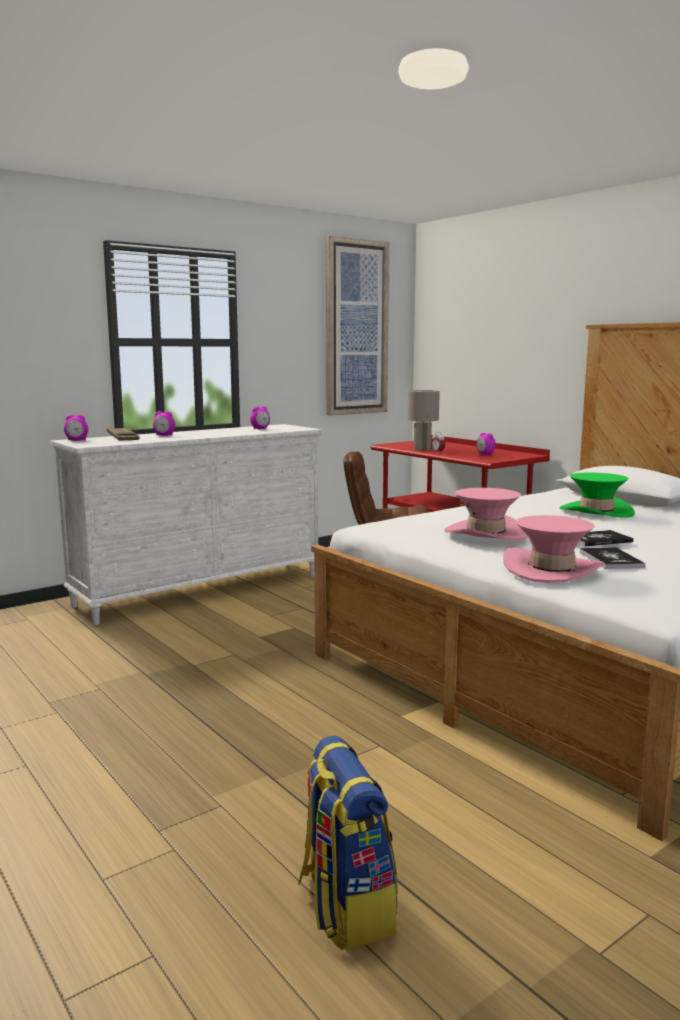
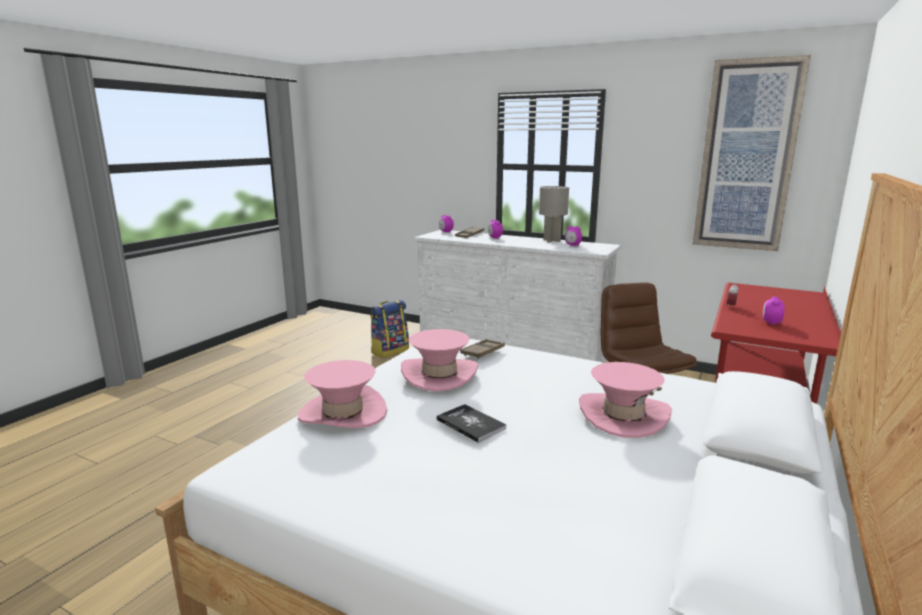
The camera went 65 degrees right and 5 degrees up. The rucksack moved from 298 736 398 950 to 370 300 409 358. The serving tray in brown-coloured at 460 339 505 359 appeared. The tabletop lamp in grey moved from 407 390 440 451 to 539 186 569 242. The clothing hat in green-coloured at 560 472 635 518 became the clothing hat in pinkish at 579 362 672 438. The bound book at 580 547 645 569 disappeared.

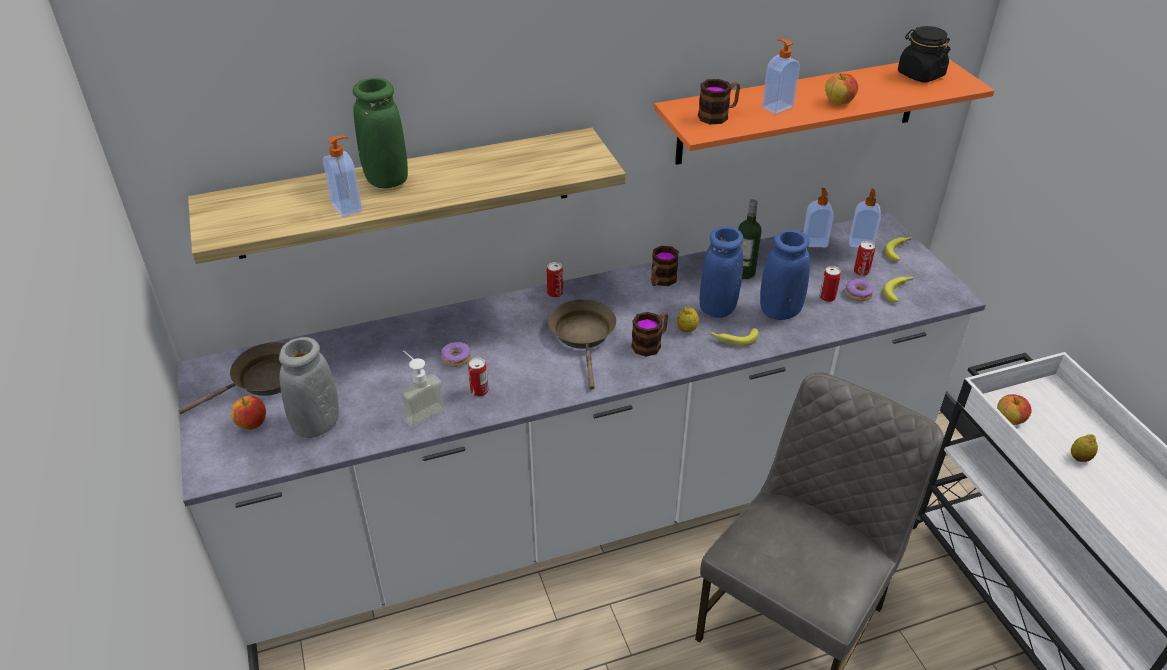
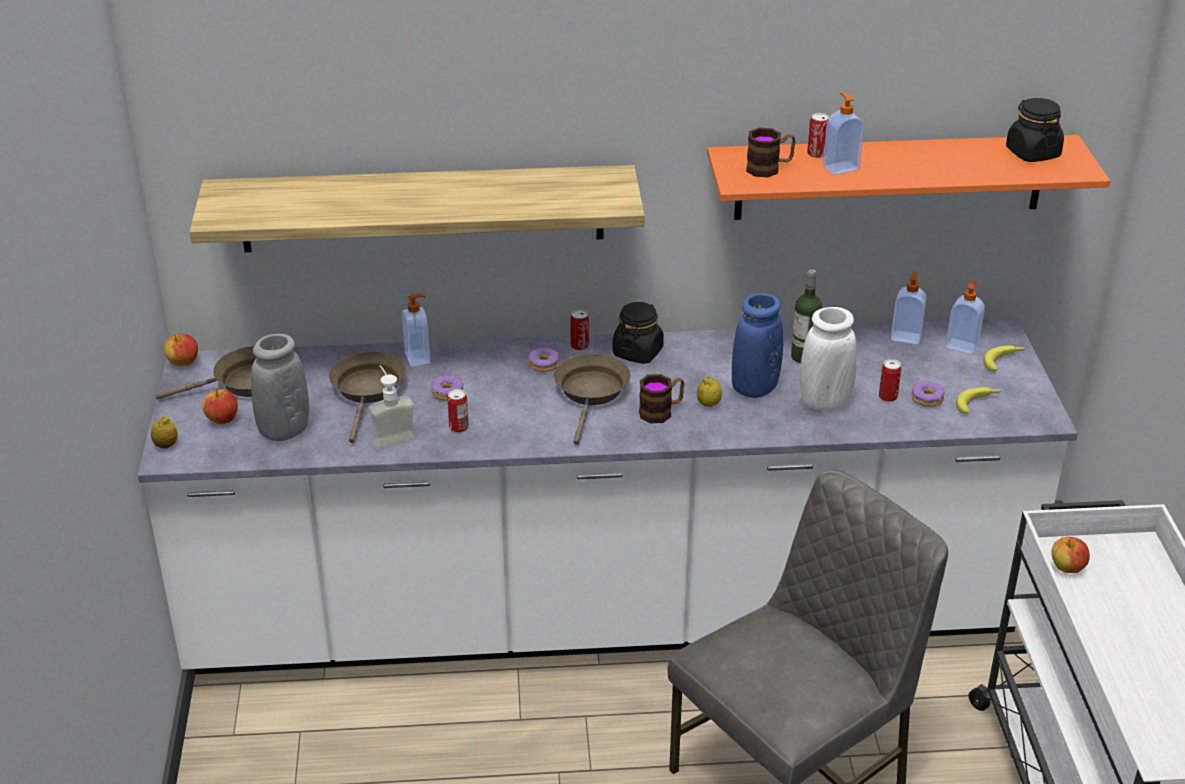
The camera went 15 degrees right and 5 degrees down. The lemon moved from 1071 434 1098 462 to 151 416 178 449. The apple fruit moved from 825 73 858 104 to 164 334 198 366. The frying pan in brown-coloured at 329 351 406 443 appeared. The liquid soap bottle moved from 323 136 362 217 to 402 294 430 367. The doughnut at 528 347 559 372 appeared. The storage jar in black-coloured at 612 302 664 364 appeared. The flower vase in bluish at 760 230 810 320 became the flower vase in white at 800 307 857 411. The sealed can moved from 854 241 875 276 to 807 113 829 158. The flower vase in green-coloured at 353 78 408 188 disappeared. The coffee mug at 651 246 679 286 disappeared. The whole banana at 709 328 759 346 disappeared.

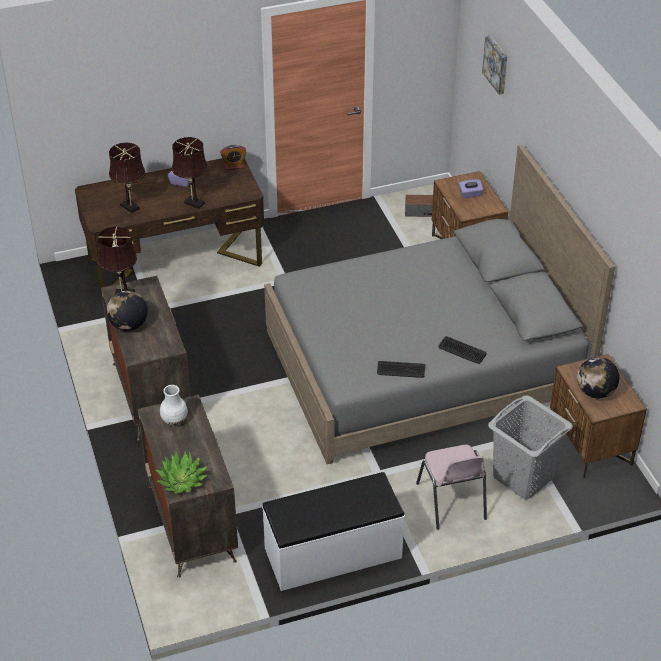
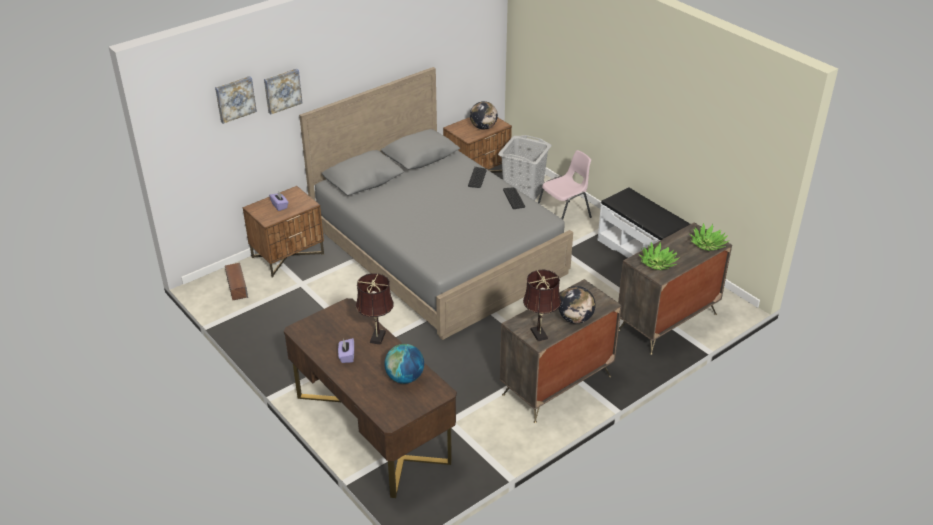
The camera went 110 degrees left and 5 degrees down. The picture at 264 68 302 115 appeared. The tabletop lamp in brown-coloured at 109 142 145 214 was replaced by the world globe at 384 344 424 384. The flower vase in white at 160 385 188 426 was replaced by the plant in a pot at 638 242 680 270. The table clock at 220 145 247 170 disappeared.

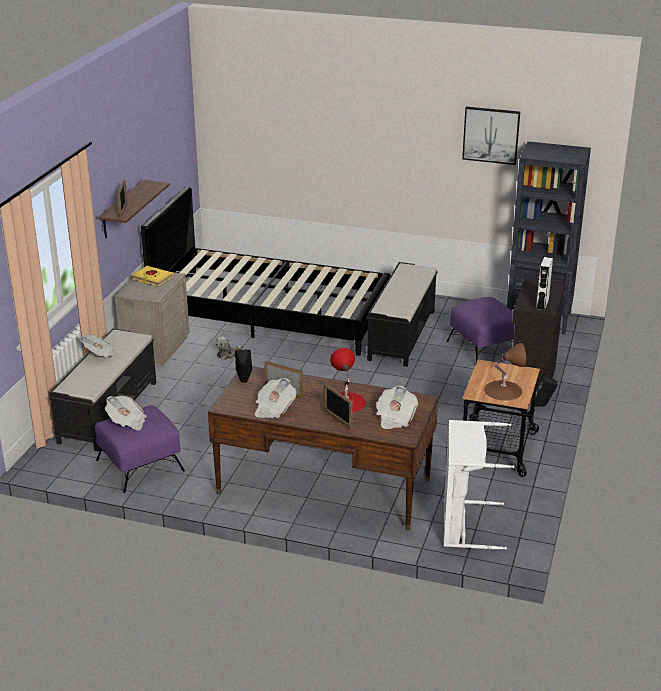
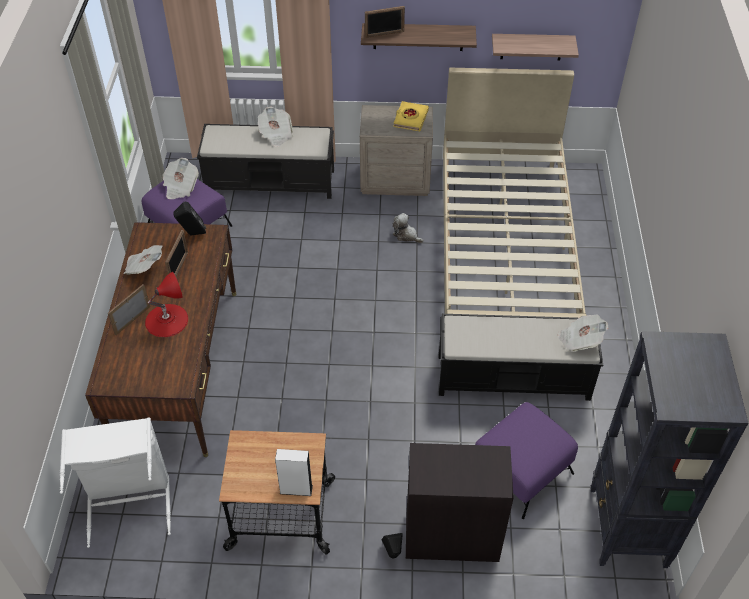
The camera went 75 degrees right and 20 degrees up. The speaker in white moved from 536 257 553 310 to 275 449 313 496. The sleeping bed in black-coloured at 141 187 390 356 became the sleeping bed in beige at 443 68 587 318. The wall shelf at 492 34 579 61 appeared. The daily paper moved from 376 386 418 429 to 557 314 608 352. The picture at 462 107 520 165 disappeared. The tabletop lamp in brown-coloured at 484 343 526 401 disappeared.

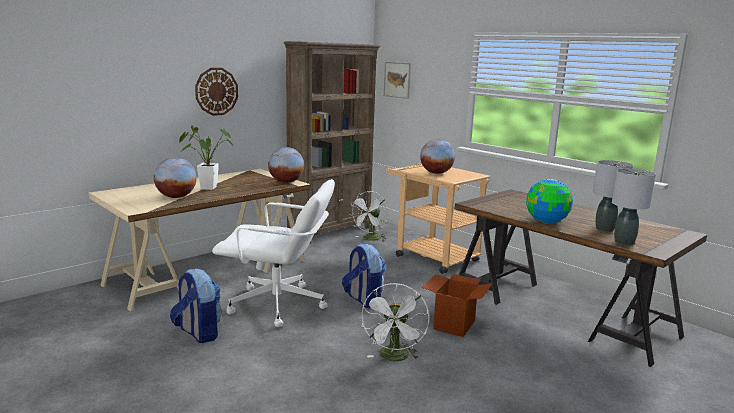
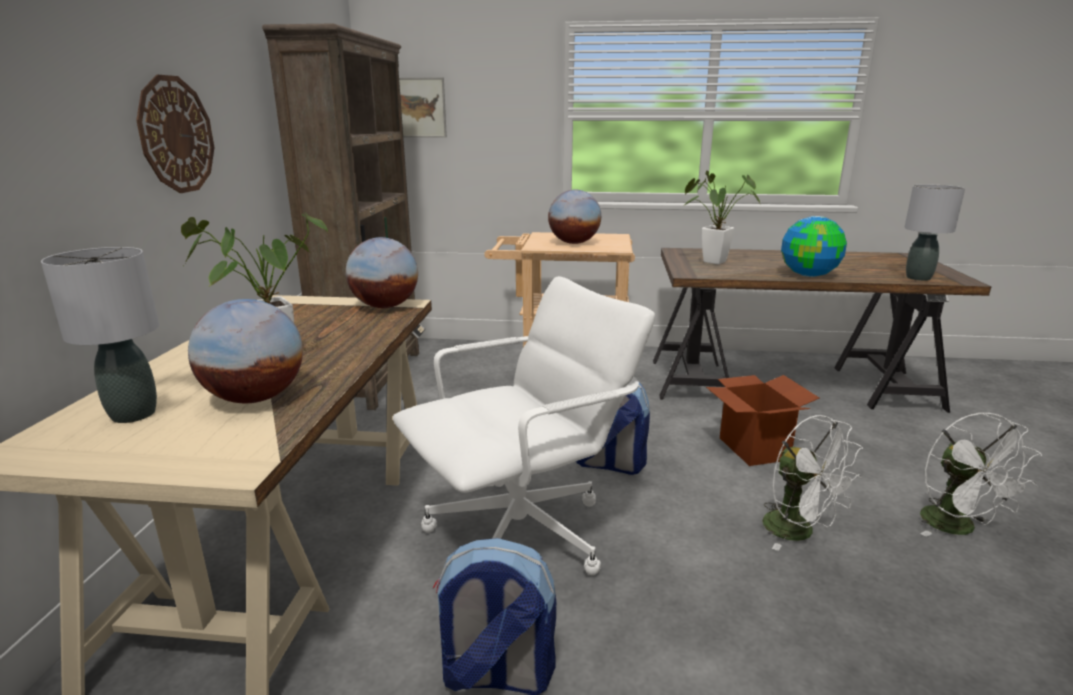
The camera went 40 degrees left and 5 degrees up. The tabletop lamp in grey moved from 593 160 633 232 to 41 247 159 423. The plant in a pot at 685 171 761 264 appeared. The cooling fan in white moved from 349 191 388 242 to 920 412 1042 537.

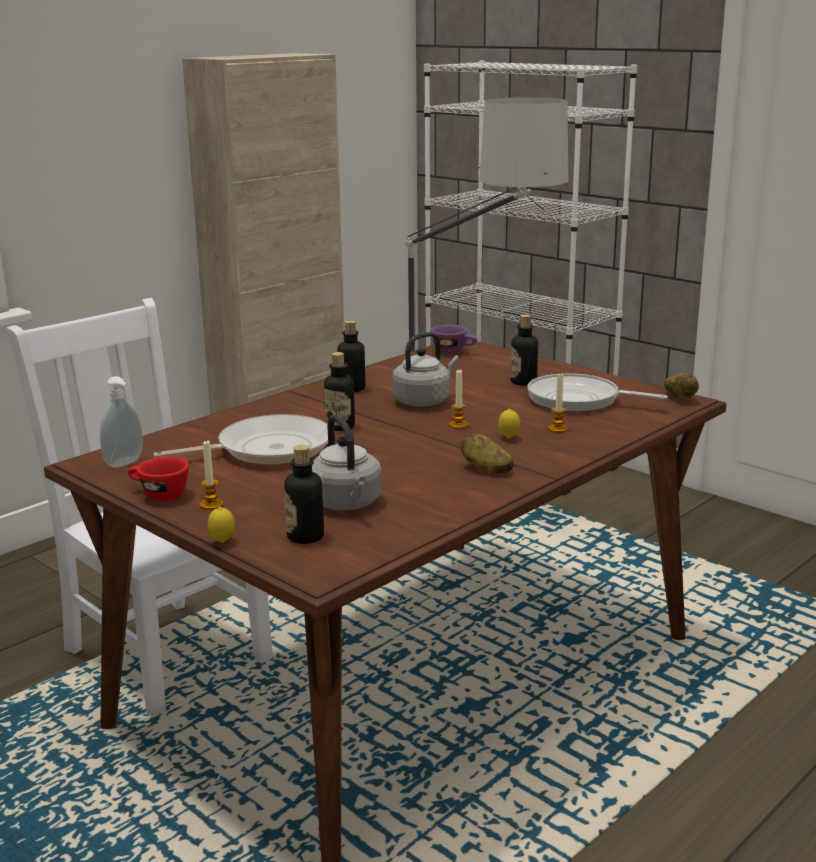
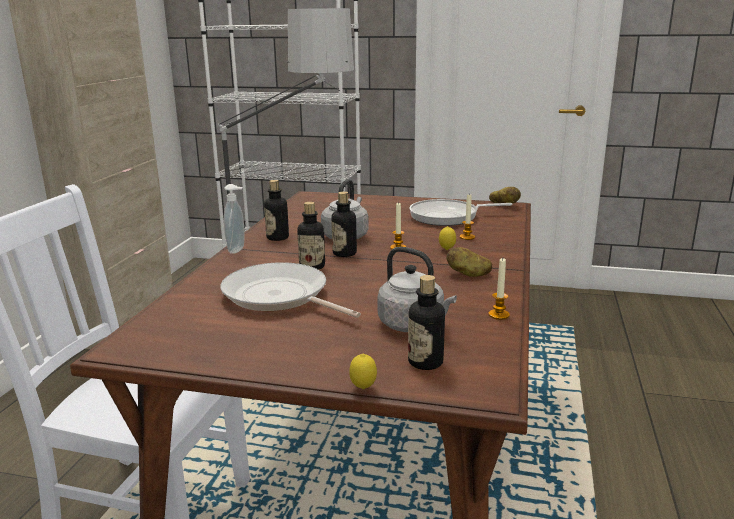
The camera went 30 degrees left and 0 degrees up. The frying pan at 153 414 328 465 turned 90 degrees counterclockwise. The liquid soap bottle moved from 100 376 143 468 to 224 184 244 254. The bottle moved from 510 314 538 386 to 331 192 357 257. The wax candle moved from 200 440 224 510 to 489 258 510 320. The small cup in red at 128 456 189 501 disappeared. The small cup in purplish at 431 325 477 354 disappeared.

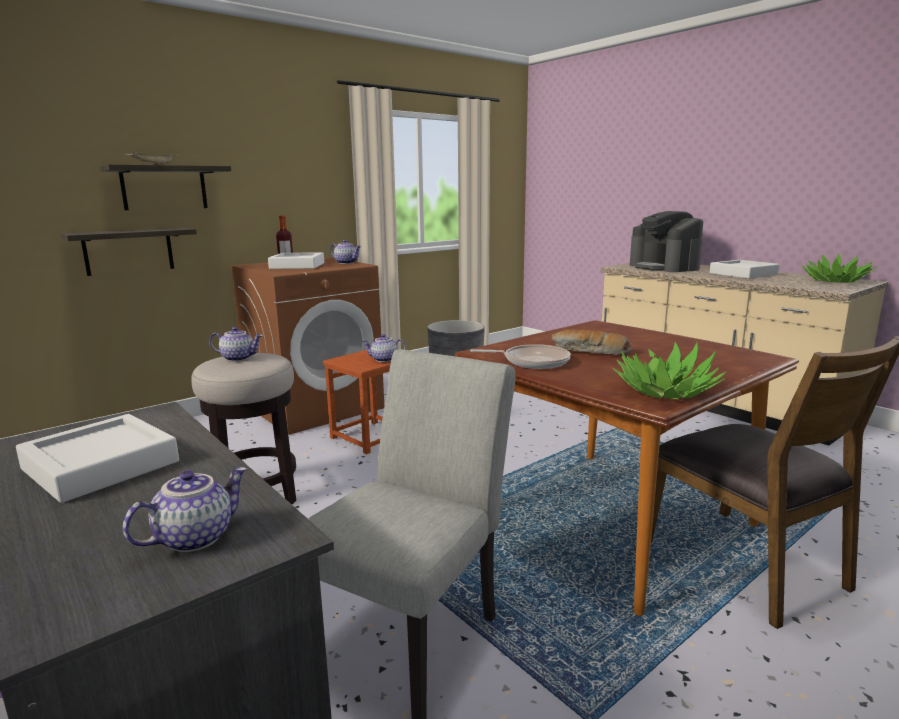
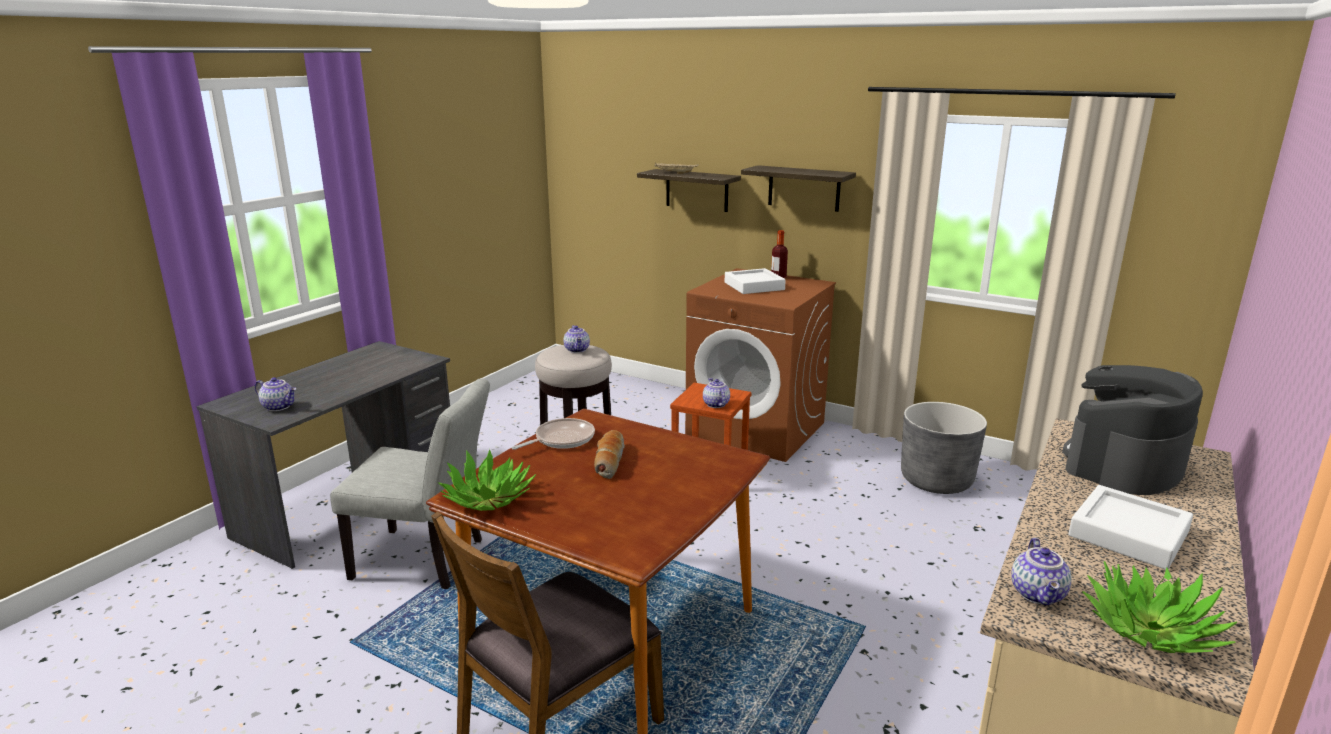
The camera went 70 degrees right and 5 degrees up. The frying pan at 470 344 571 369 turned 120 degrees counterclockwise. The wall shelf moved from 60 228 197 276 to 741 165 856 212. The teapot moved from 330 240 361 264 to 1011 538 1072 606. The serving tray in white at 16 414 179 503 disappeared.

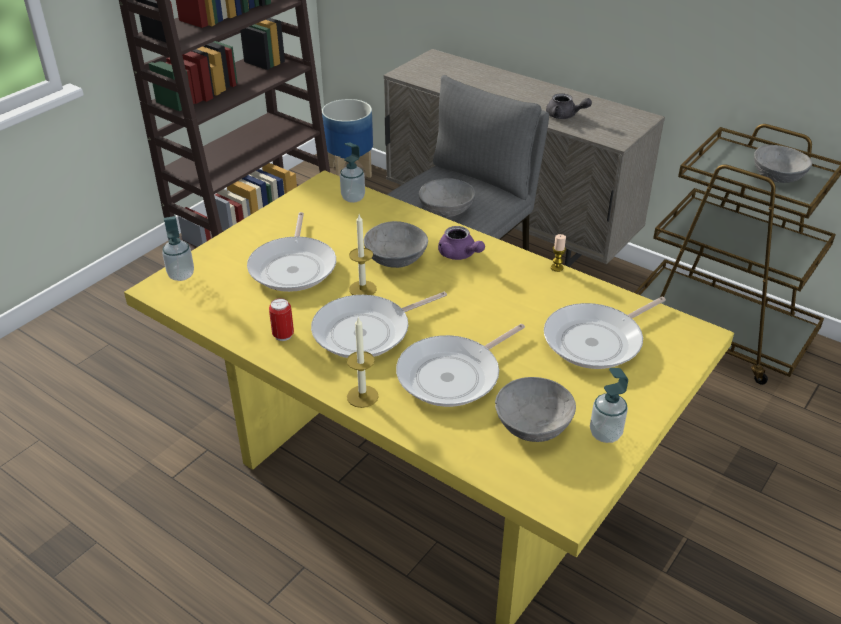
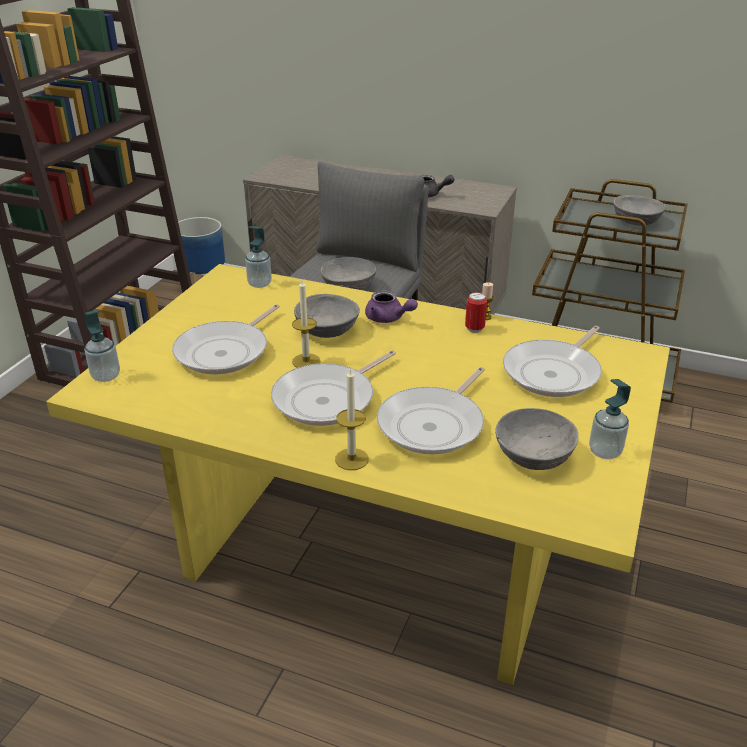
The camera went 15 degrees left and 5 degrees down. The frying pan at 247 212 336 292 turned 45 degrees clockwise. The sealed can moved from 269 298 294 341 to 465 292 487 333.

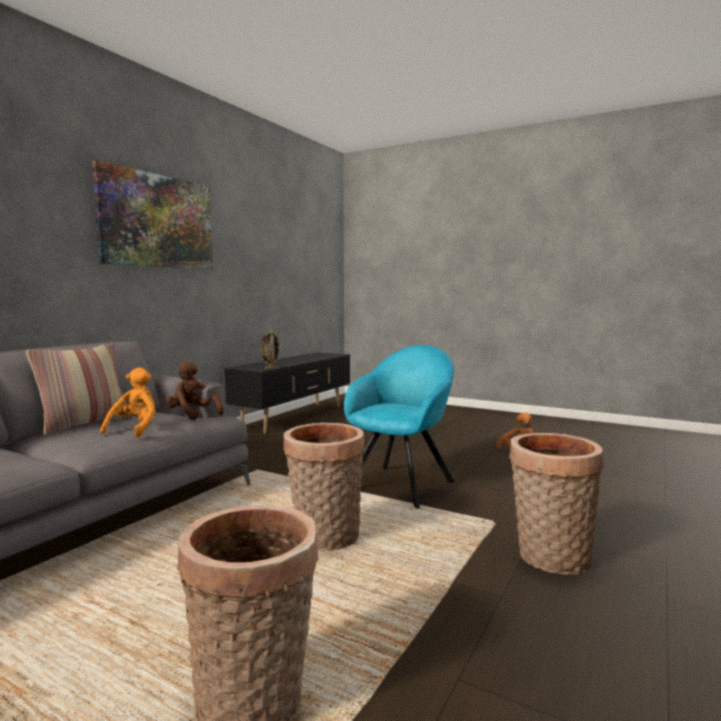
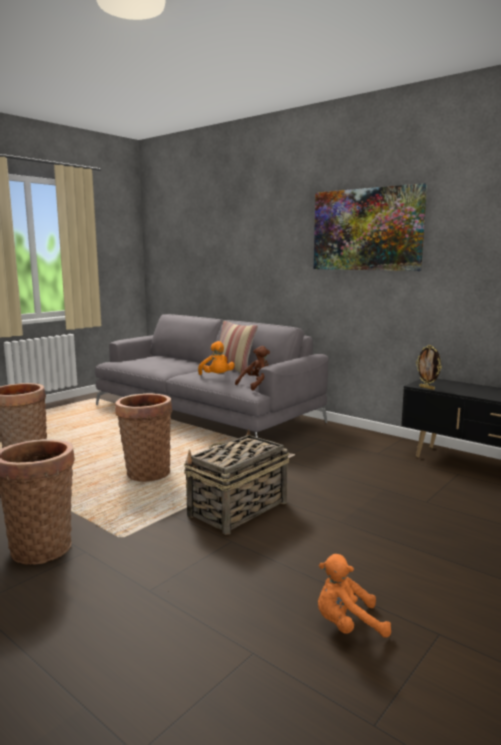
The camera went 100 degrees right and 5 degrees up. The armchair in turquoise at 344 345 455 509 was replaced by the basket at 184 429 289 535. The cuddly toy in orange-coloured at 100 367 155 437 turned 45 degrees clockwise.

